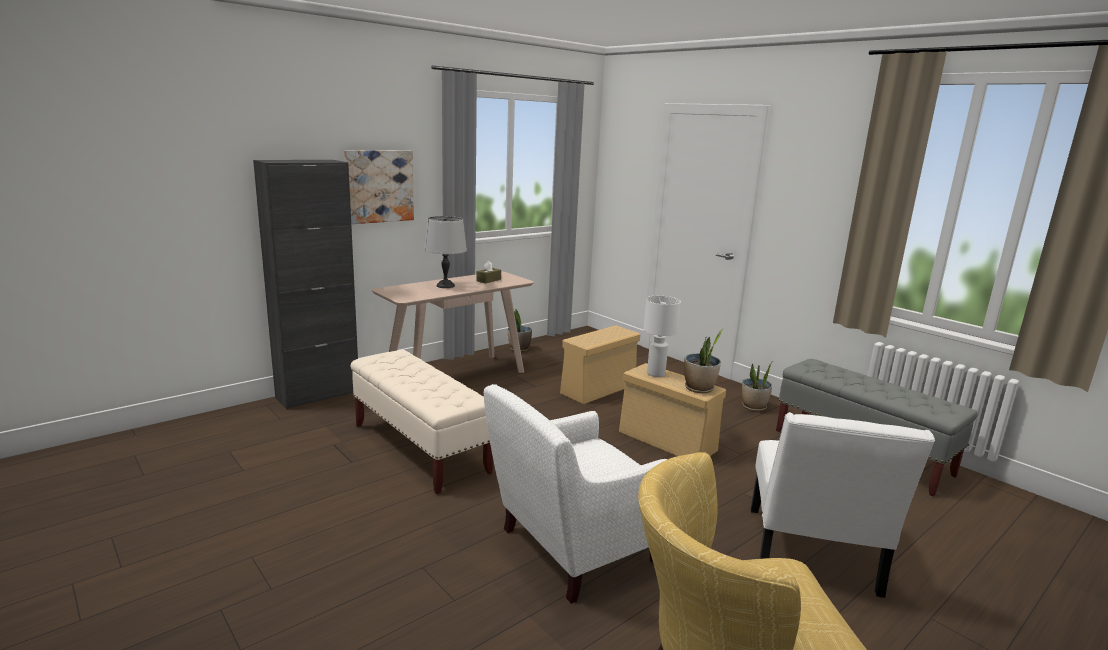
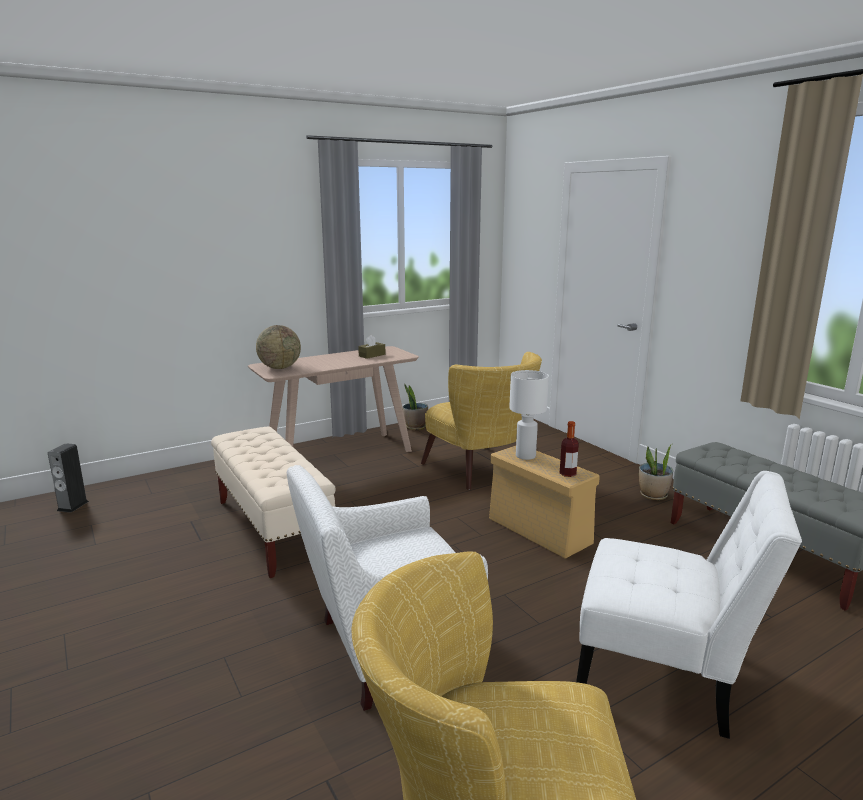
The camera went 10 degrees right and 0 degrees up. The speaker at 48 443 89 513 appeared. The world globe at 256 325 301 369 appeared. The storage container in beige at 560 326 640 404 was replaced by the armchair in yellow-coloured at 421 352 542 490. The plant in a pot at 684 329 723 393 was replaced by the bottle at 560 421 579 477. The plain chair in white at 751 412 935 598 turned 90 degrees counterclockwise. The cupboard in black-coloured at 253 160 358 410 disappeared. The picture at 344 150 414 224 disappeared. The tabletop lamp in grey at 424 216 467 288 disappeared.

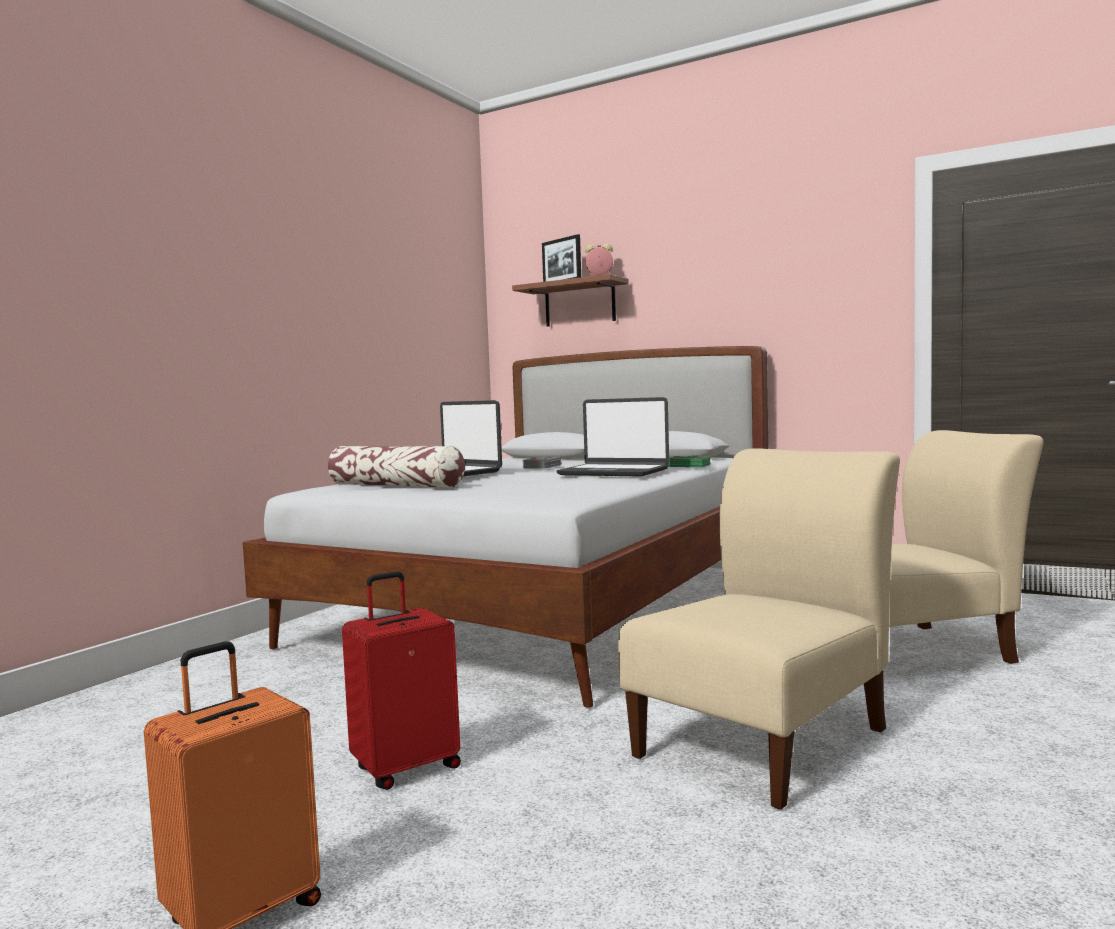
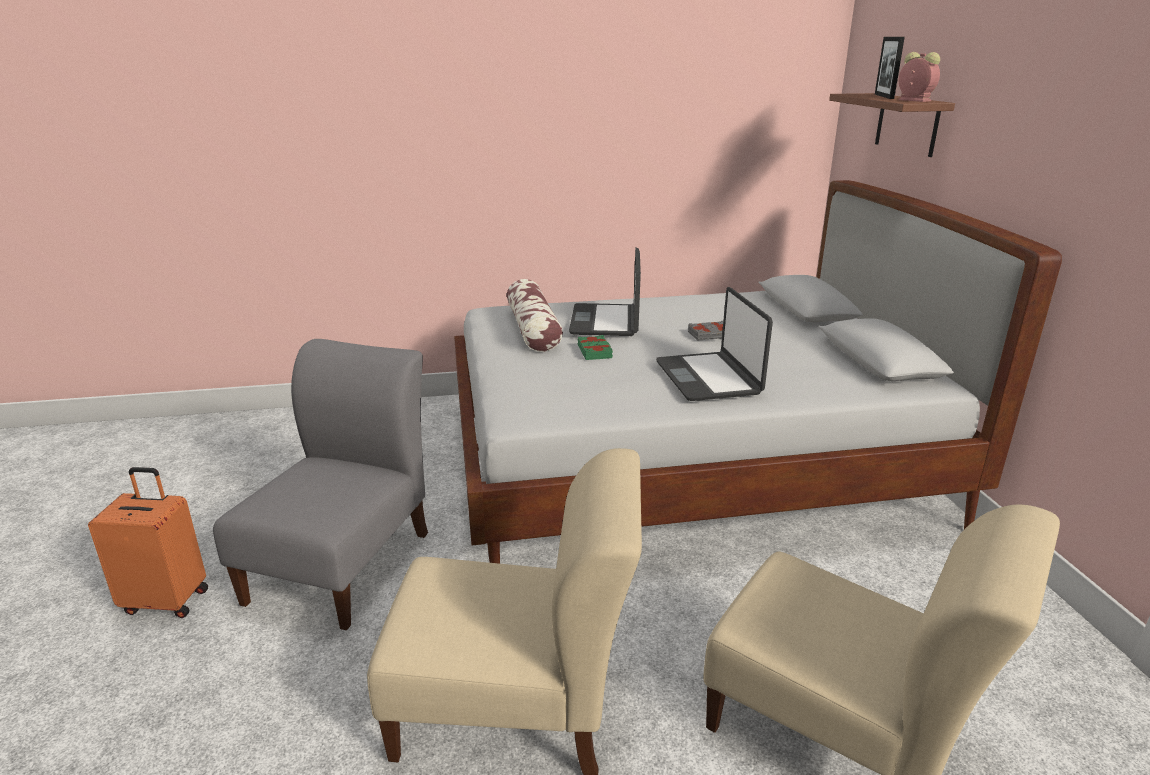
The camera went 50 degrees right and 20 degrees up. The travel case in red at 342 571 461 790 was replaced by the plain chair in grey at 213 339 428 630. The bound book in green-coloured moved from 668 455 711 467 to 578 335 613 360.

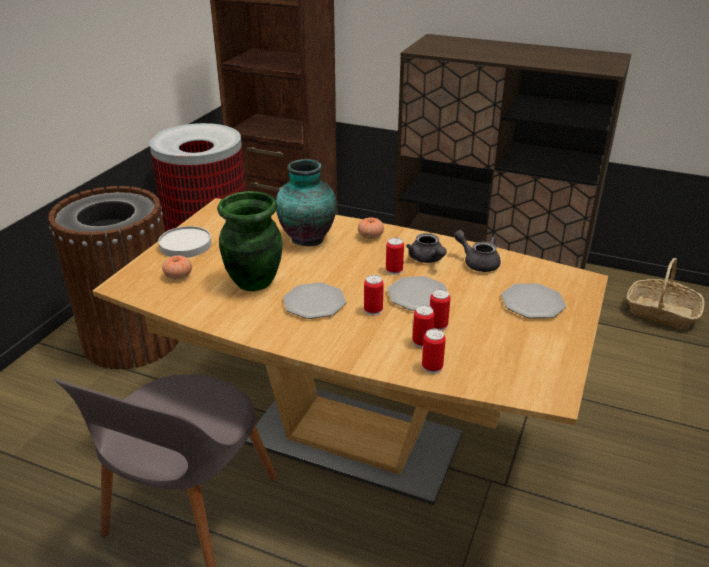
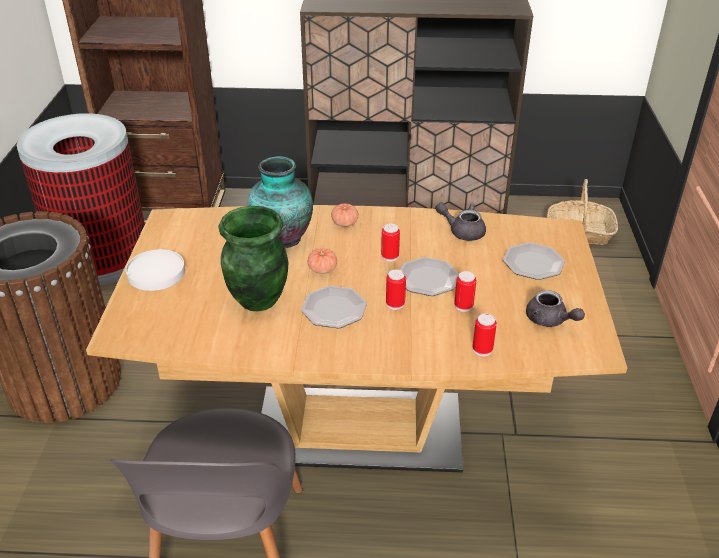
The camera went 20 degrees left and 5 degrees up. The tomato moved from 162 255 192 280 to 308 248 337 274. The teapot in grey moved from 406 233 447 263 to 526 290 585 327. The sealed can at 413 305 435 348 disappeared.

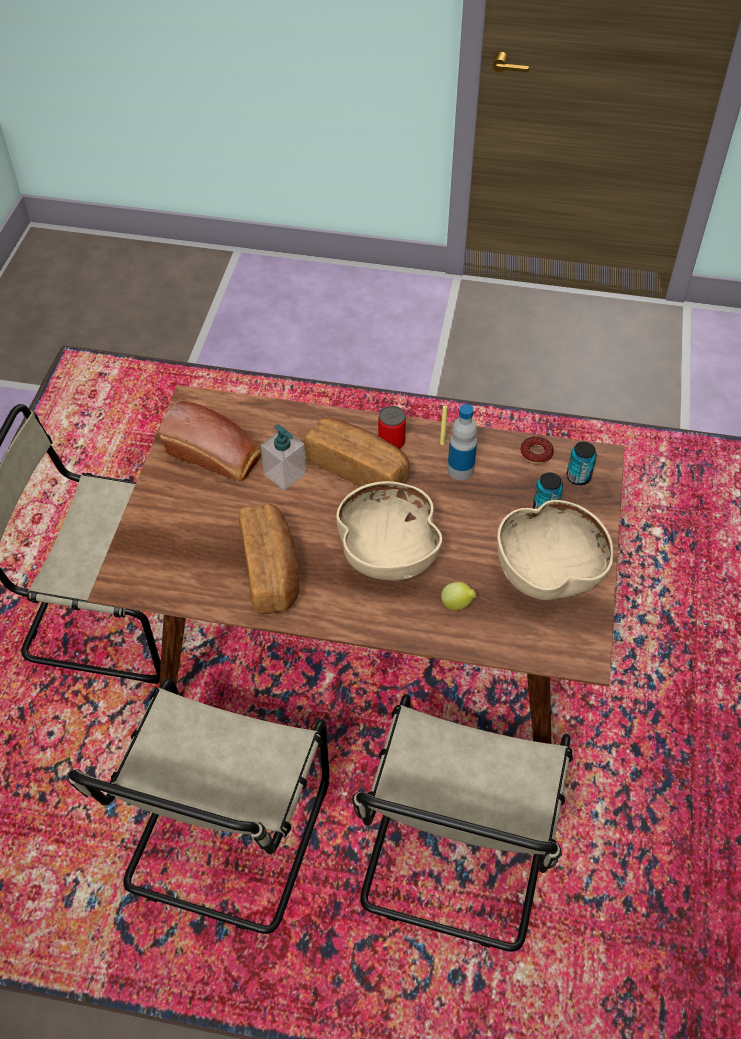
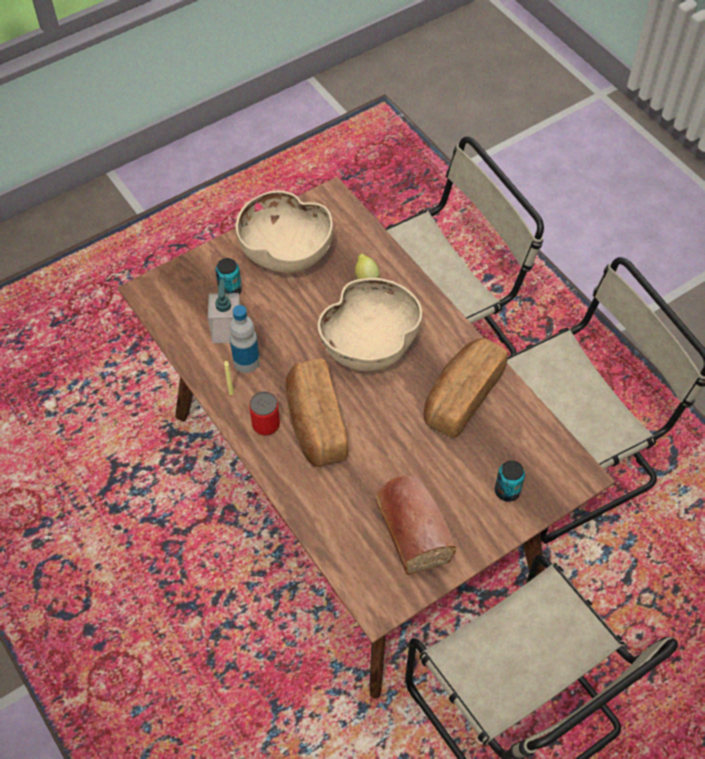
The camera went 135 degrees left and 5 degrees up. The liquid soap bottle moved from 261 424 306 490 to 208 280 240 343. The sealed can moved from 566 442 597 485 to 495 460 525 502. The doughnut at 520 436 554 464 disappeared.

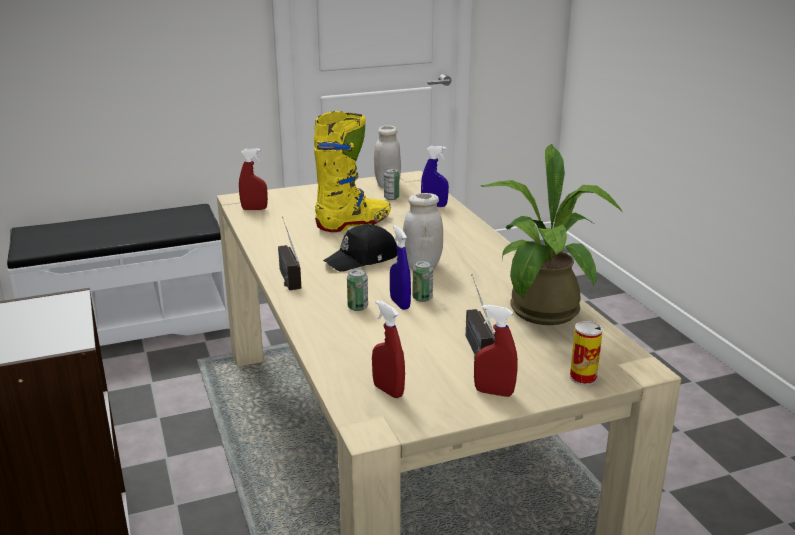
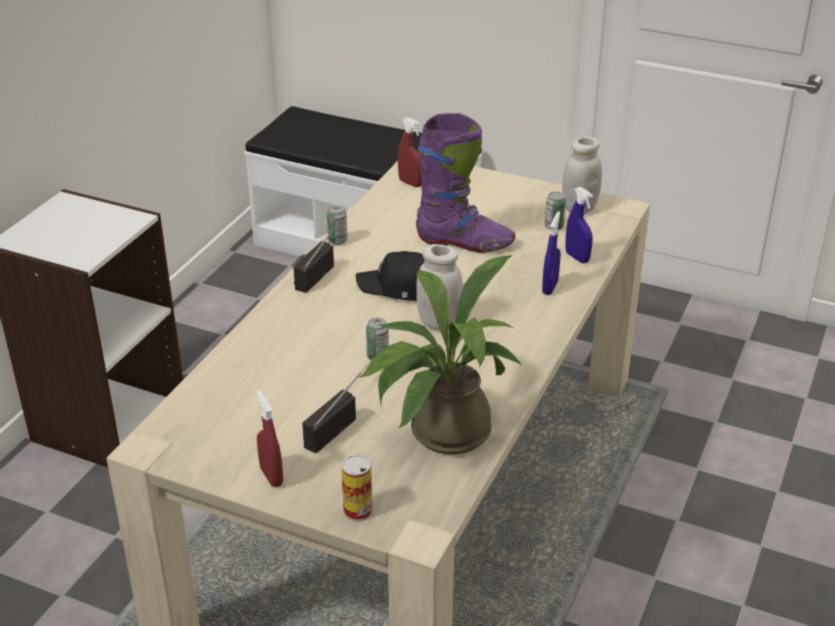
The camera went 45 degrees right and 10 degrees up. The sealed can moved from 347 269 368 311 to 327 205 347 245. The tall boot in yellow-coloured at 314 111 391 232 became the tall boot in purplish at 416 113 515 253. The spray bottle in bluish moved from 390 225 411 310 to 542 211 561 295. The spray bottle in red at 372 300 405 398 disappeared.

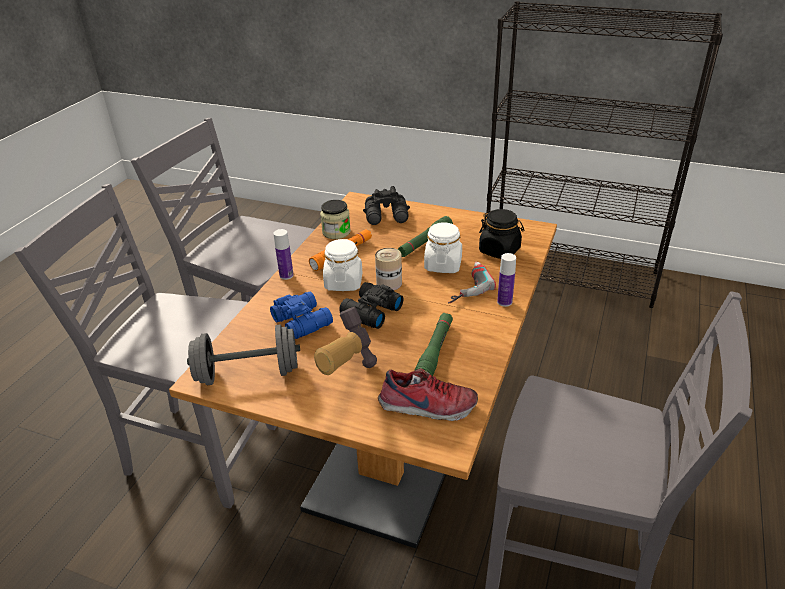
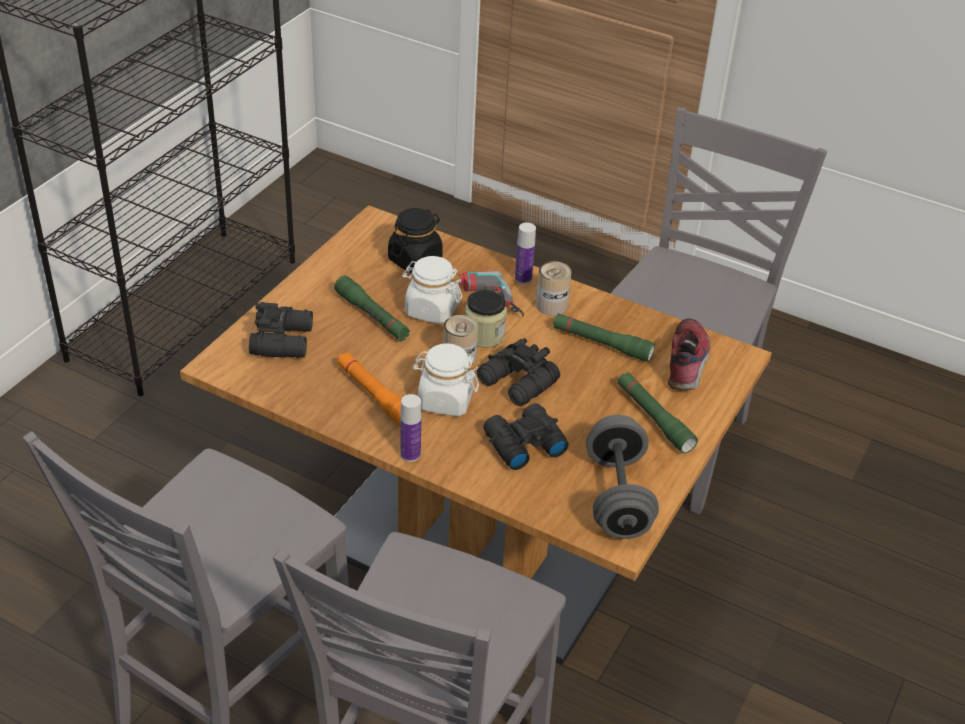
The camera went 85 degrees left and 5 degrees up. The storage jar moved from 320 200 351 239 to 465 290 507 348. The binoculars in bluish at 270 292 333 339 became the binoculars in black-coloured at 483 403 569 470. The sealed can at 536 261 572 315 appeared. The tool hammer at 314 307 377 375 was replaced by the hand torch in green-coloured at 618 373 698 453.

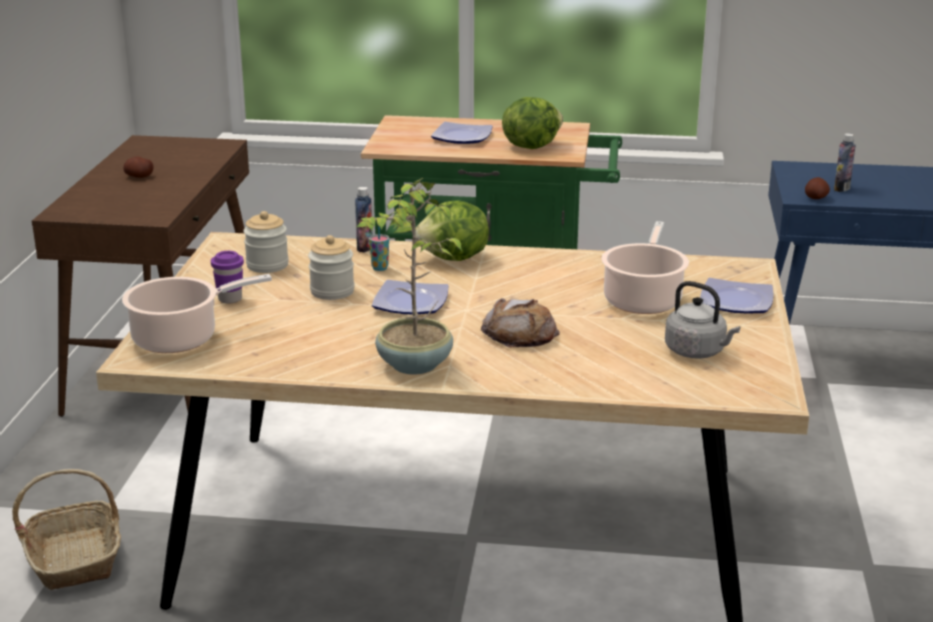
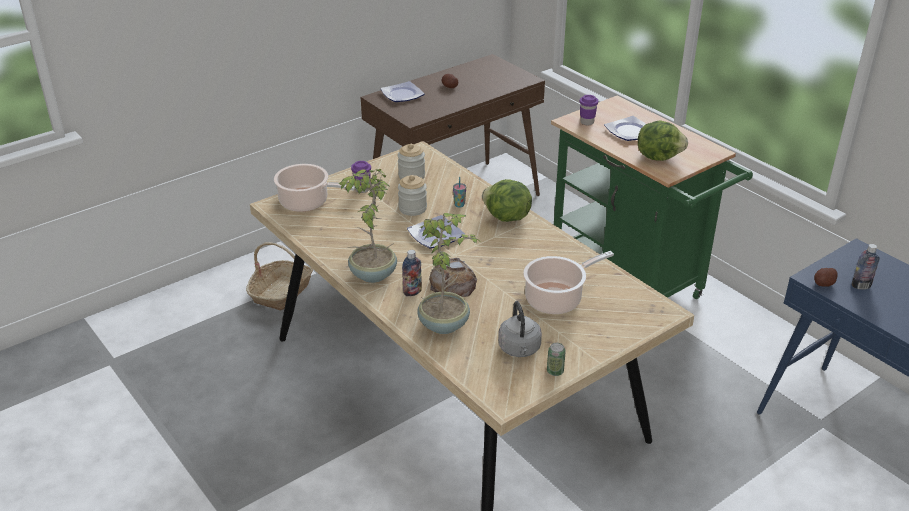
The camera went 45 degrees right and 10 degrees up. The dinner plate moved from 700 278 774 314 to 380 81 425 102. The bottle moved from 355 187 372 252 to 402 250 422 296. The plant in a pot at 417 213 482 334 appeared. The sealed can at 547 343 566 376 appeared. The small cup in purplish at 580 95 598 125 appeared.

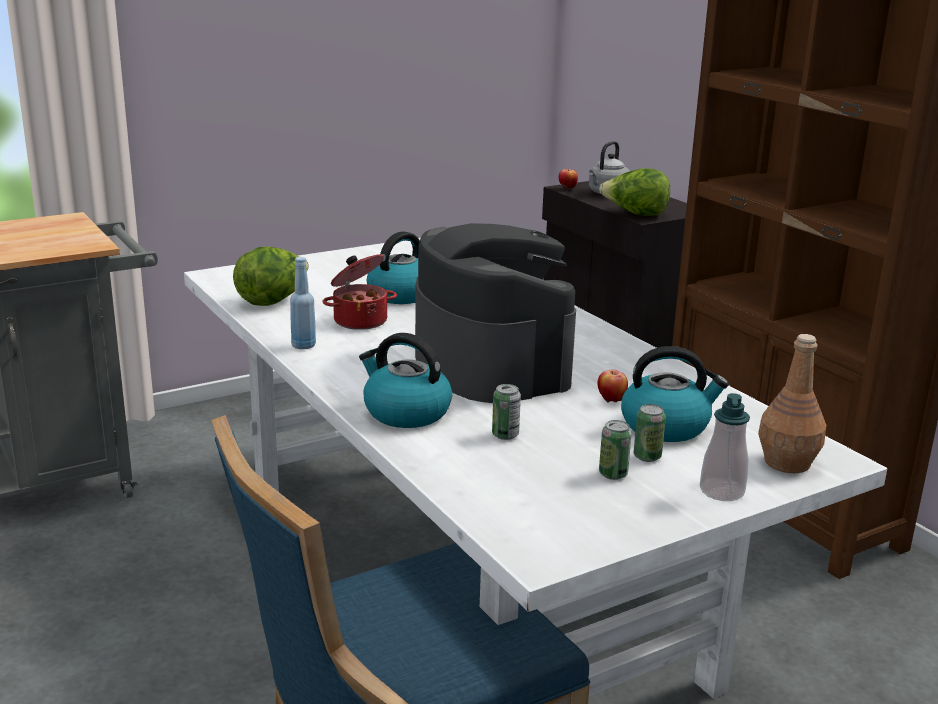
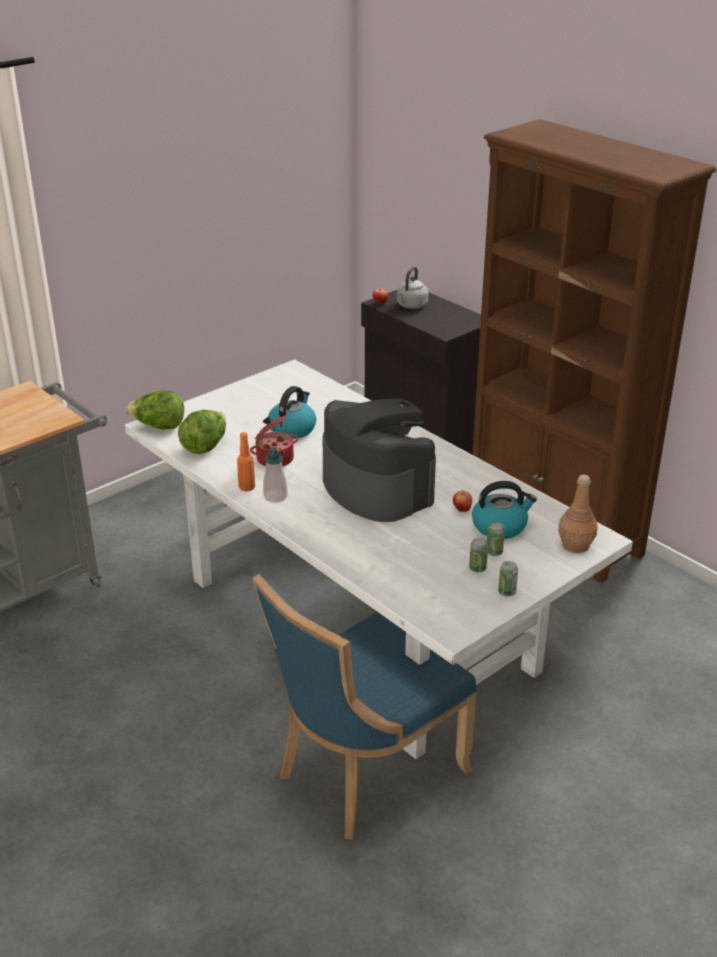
The camera went 10 degrees left and 10 degrees up. The lettuce moved from 599 168 670 216 to 125 390 184 429. The bottle in bluish at 290 257 316 349 became the bottle in orange-coloured at 237 432 255 492. The liquid soap bottle moved from 700 393 750 501 to 263 447 288 503. The sealed can moved from 492 384 521 440 to 498 561 518 597. The water kettle at 359 333 452 428 disappeared.

